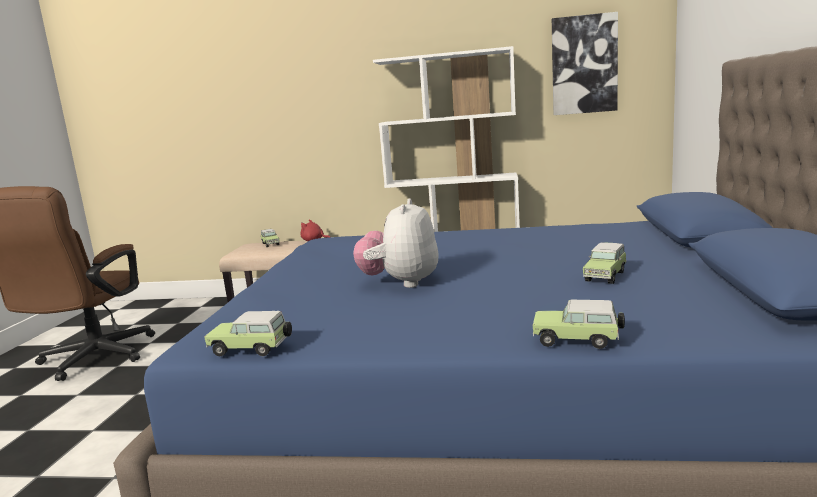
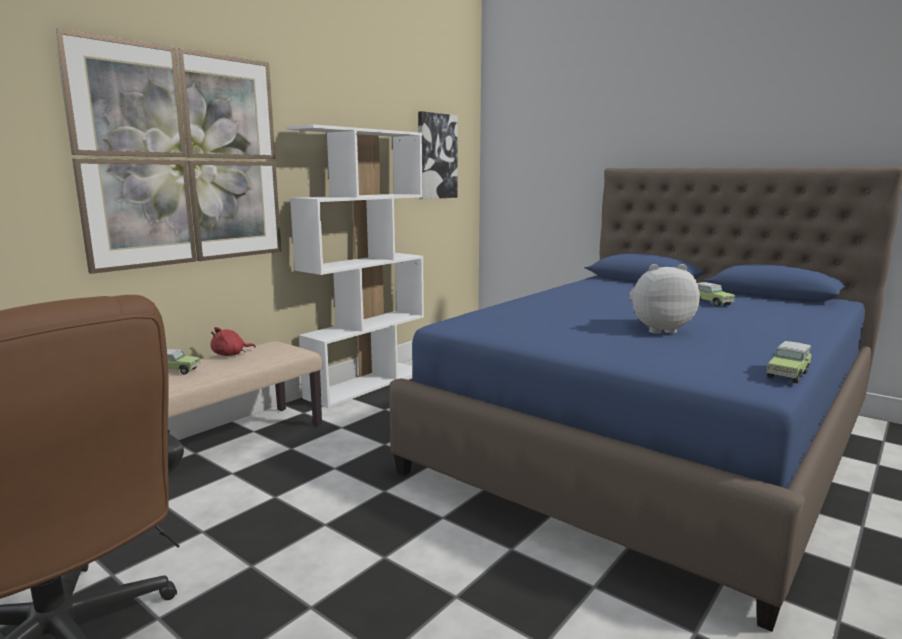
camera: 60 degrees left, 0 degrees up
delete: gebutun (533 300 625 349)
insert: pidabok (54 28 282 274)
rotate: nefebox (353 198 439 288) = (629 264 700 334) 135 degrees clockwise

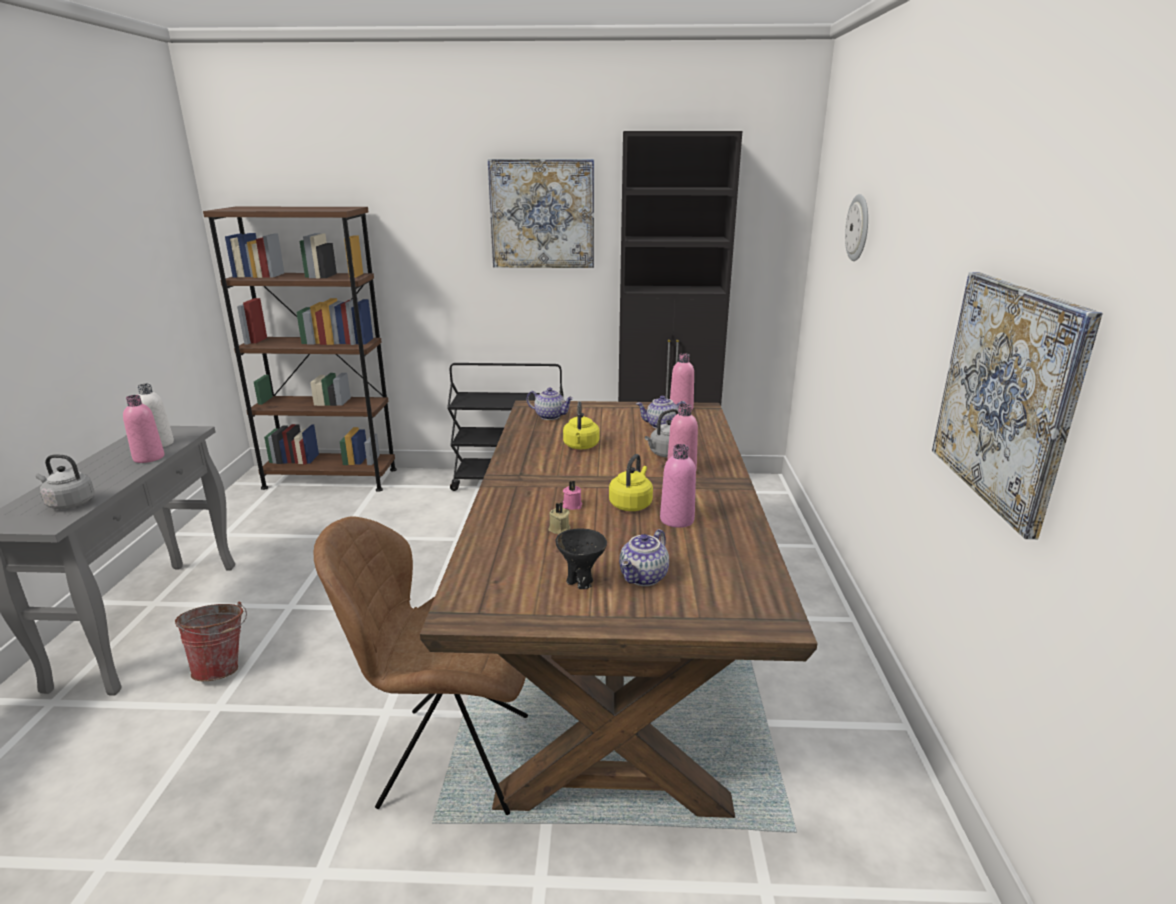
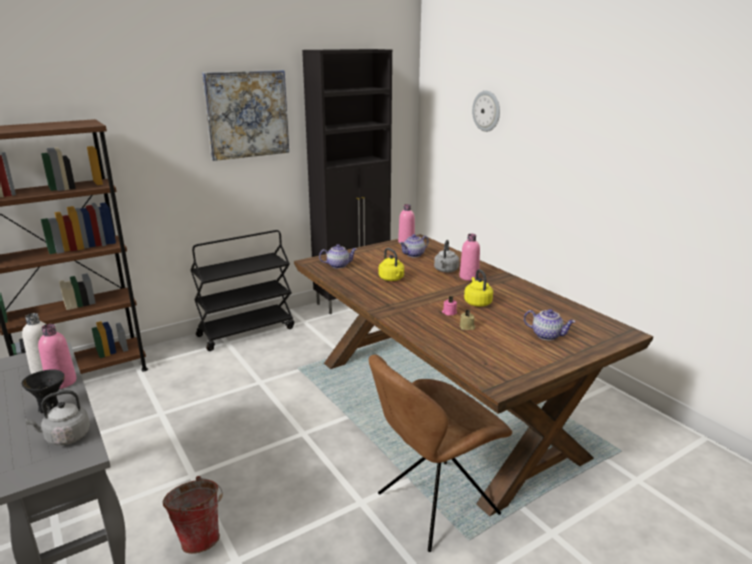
camera: 35 degrees left, 0 degrees up
delete: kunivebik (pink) (660 444 696 528); pidabok (932 272 1103 539)
move: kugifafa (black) (555 529 607 589) to (22 369 65 413)
rotate: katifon (619 529 669 586) = (524 309 575 340) 60 degrees counterclockwise

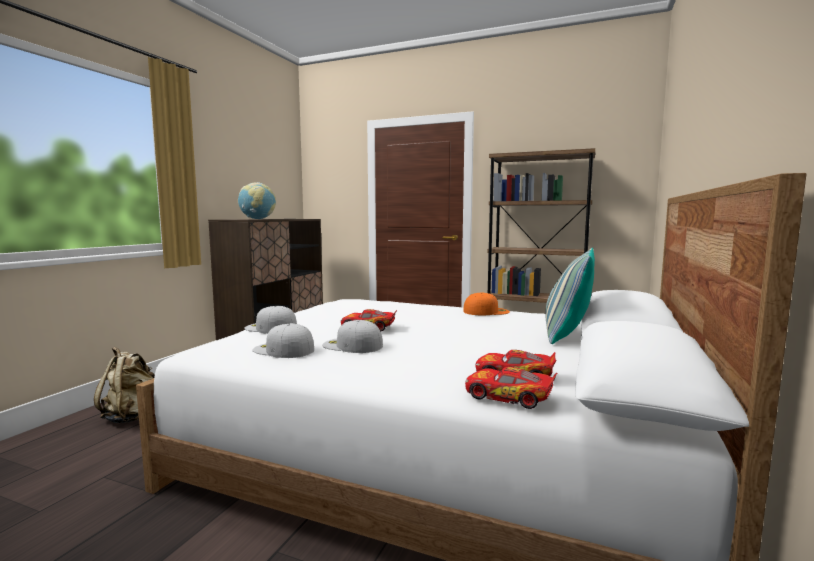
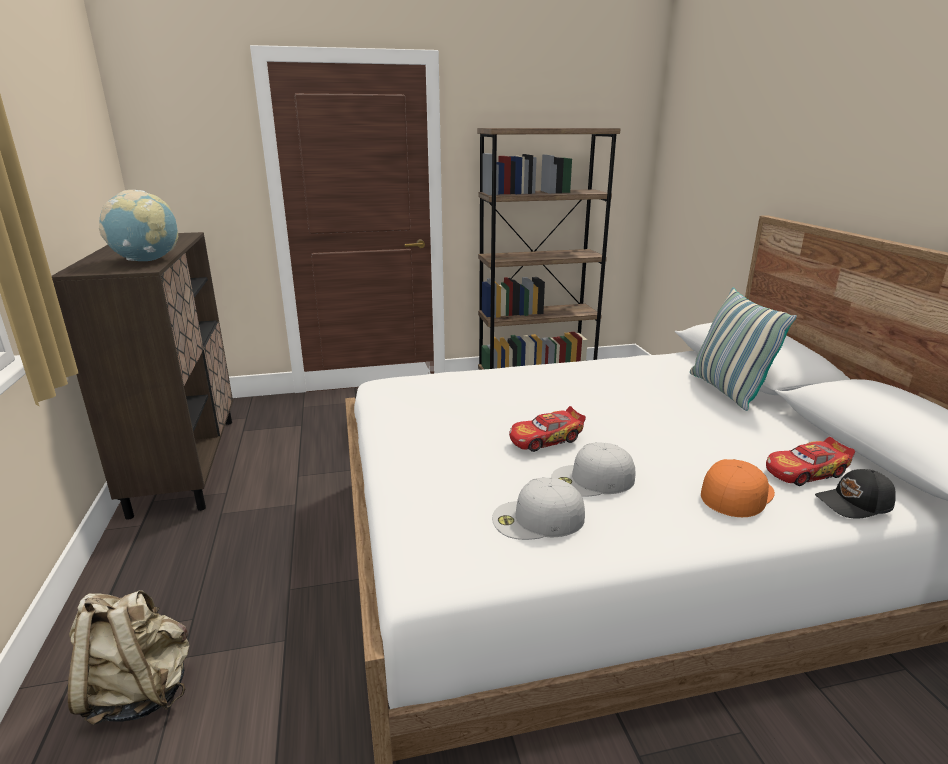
camera: 35 degrees left, 15 degrees up
delete: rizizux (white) (244 306 297 334)
move: rizizux (orange) (463 293 510 315) to (701 459 775 517)
replace: gebutun (465 367 557 409) to rizizux (black) (815 469 896 519)

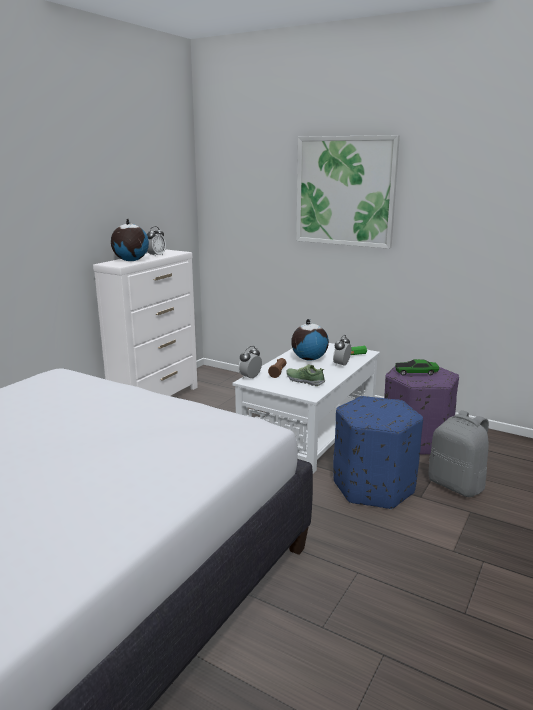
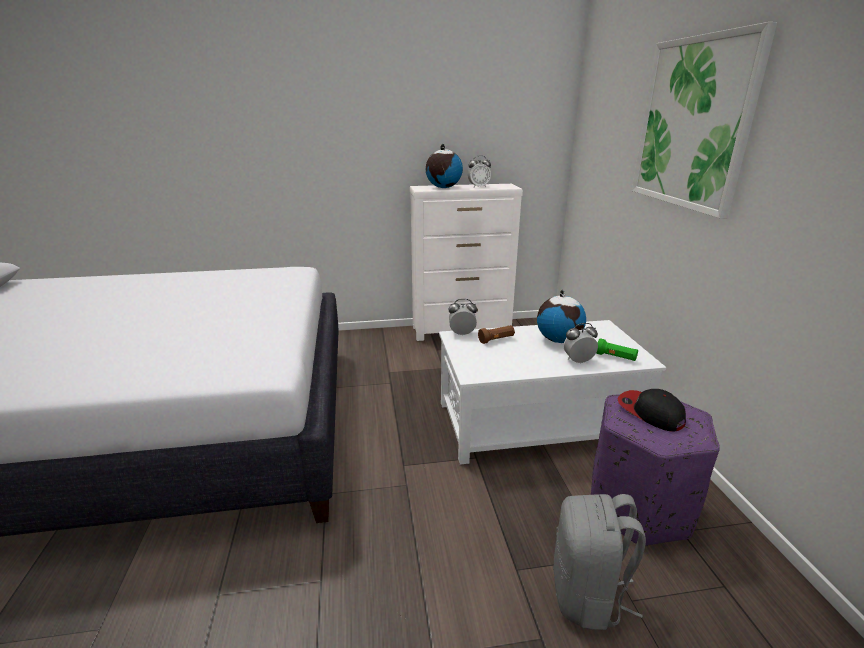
camera: 50 degrees right, 5 degrees up
delete: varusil (287 364 325 386); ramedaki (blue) (333 396 423 509)
replace: gebutun (395 359 439 376) to rizizux (618 389 686 431)

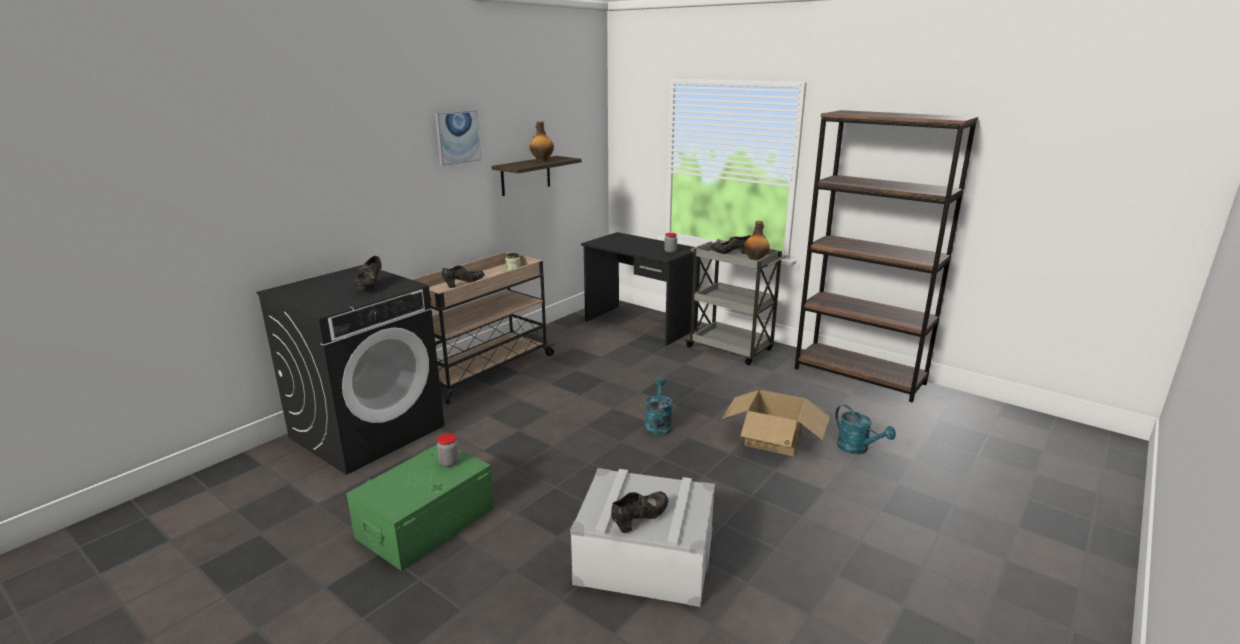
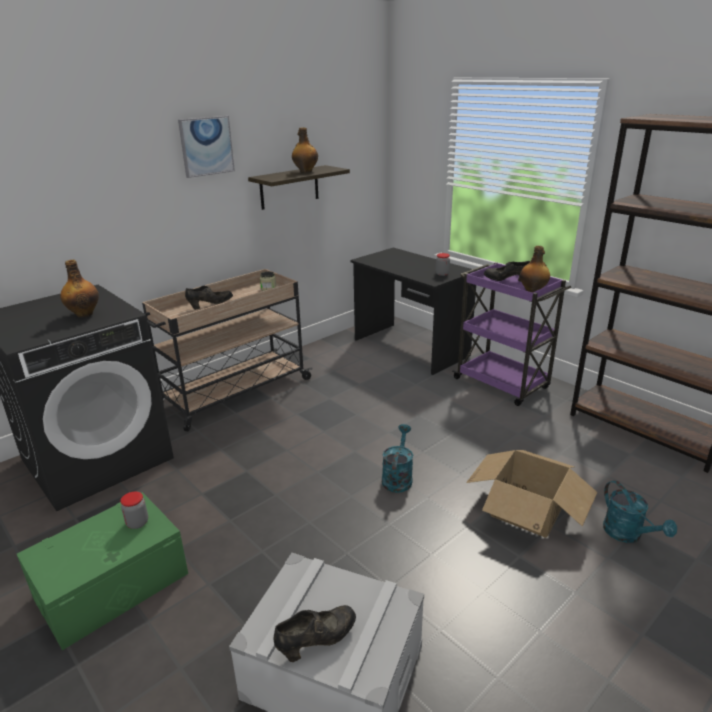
camera: 10 degrees right, 5 degrees up
replace: varusil (black) (353 256 382 290) to kunivebik (60 260 99 318)
recolor: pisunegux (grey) (685 239 787 365) to pisunegux (purple) (452 262 571 406)

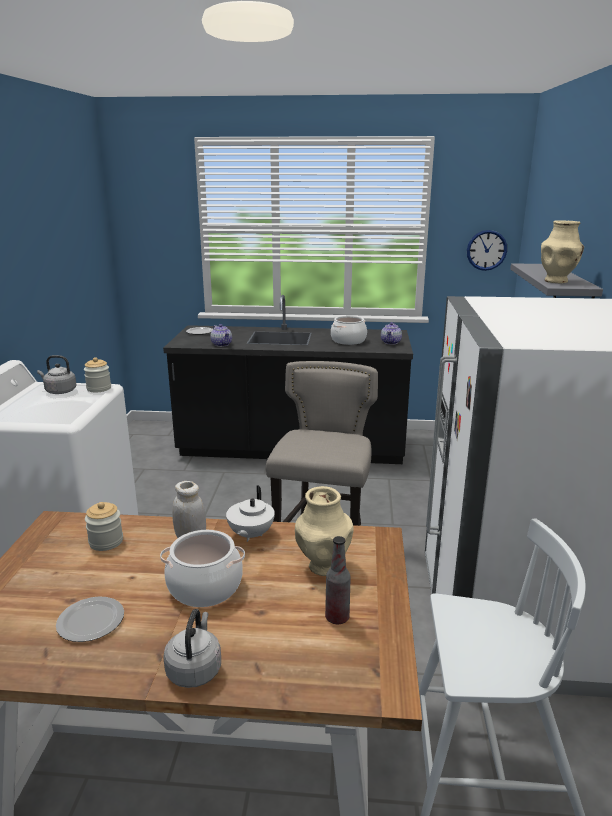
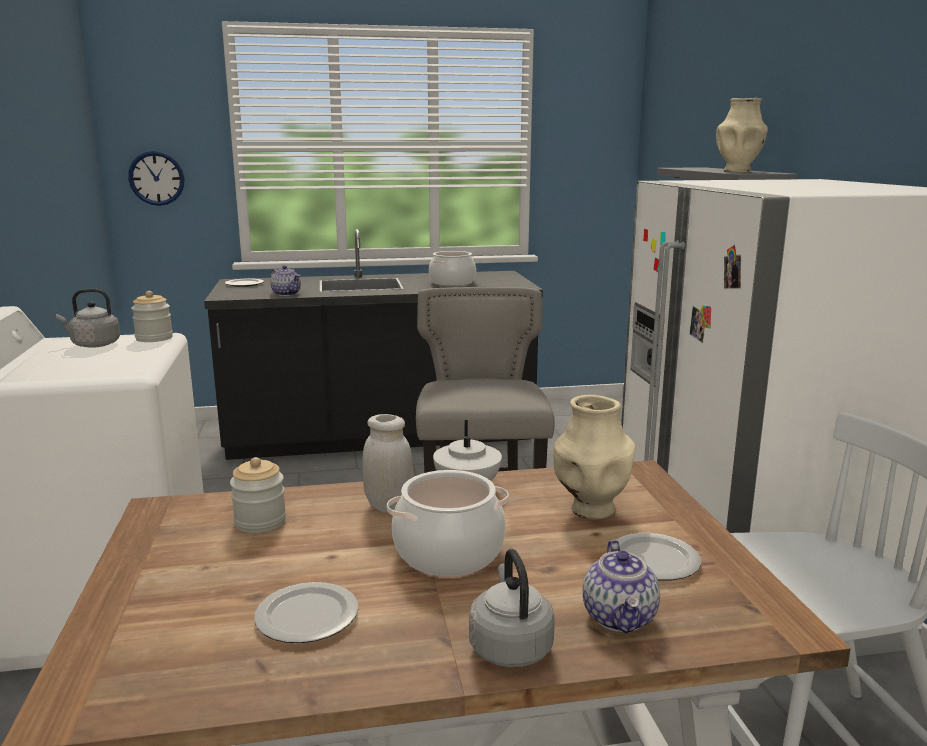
camera: 15 degrees left, 5 degrees down
move: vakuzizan (467 230 507 271) to (128 151 185 206); katifon (381 322 402 345) to (583 540 660 633)
replace: kunivebik (325 536 351 624) to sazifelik (616 533 701 581)

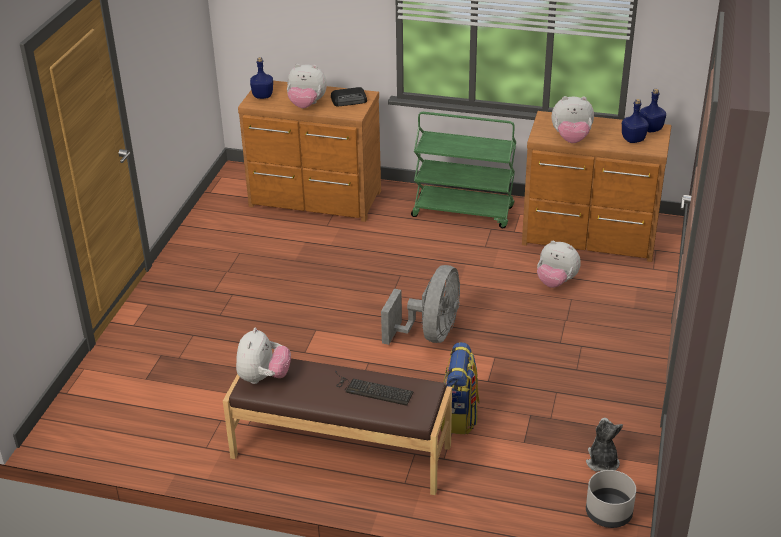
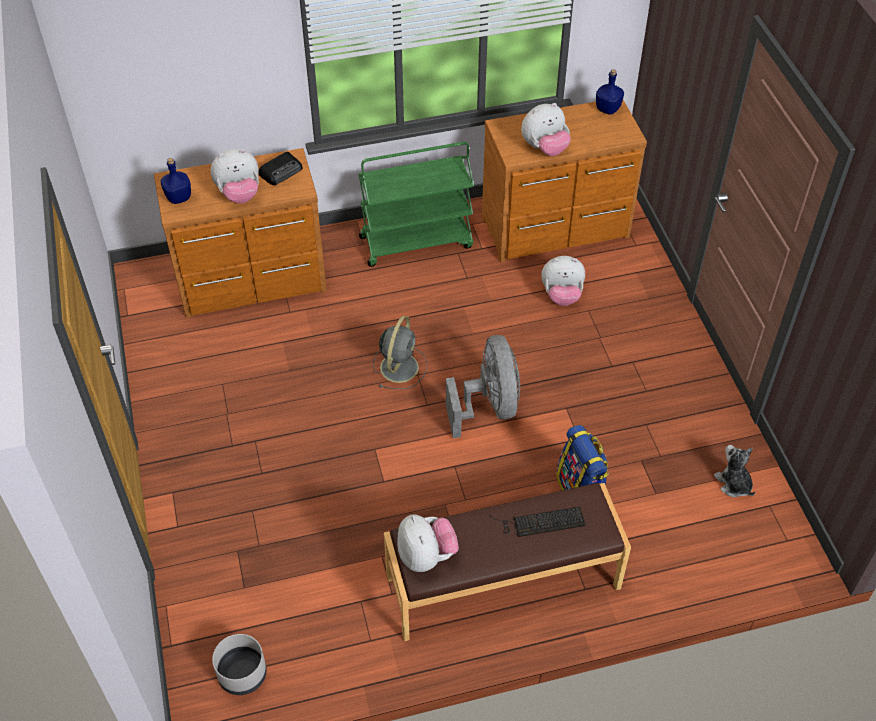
camera: 30 degrees left, 15 degrees up
delete: kunivebik (blue) (622 99 649 143)
insert: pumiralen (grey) (373 316 427 389)
move: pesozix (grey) (586 470 636 528) to (212 634 267 695)

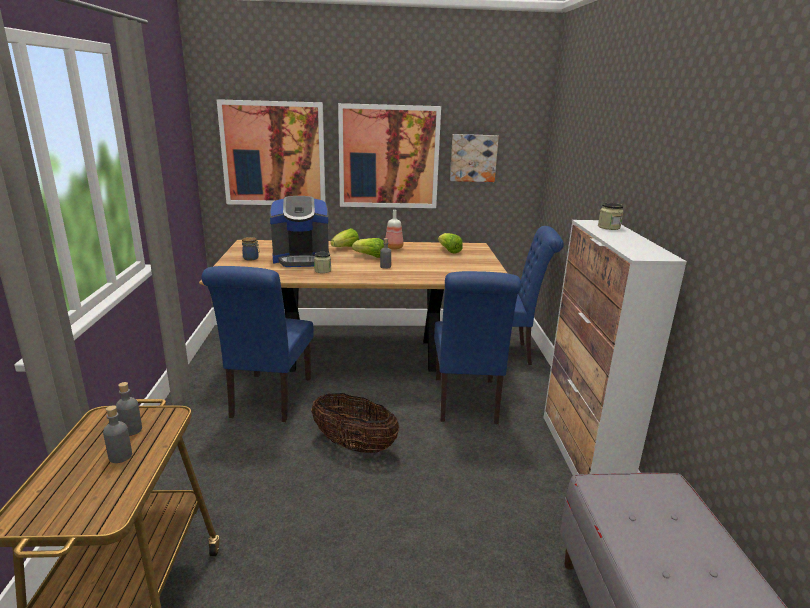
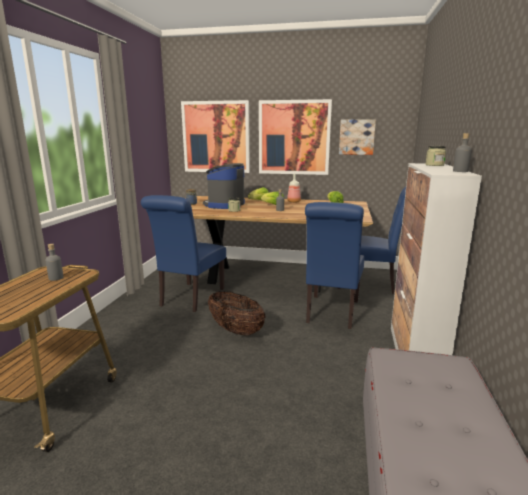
camera: 15 degrees right, 5 degrees down
move: kunivebik (grey) (103 406 132 463) to (453 133 472 172)
rotate: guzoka (270 196 329 267) = (203 163 245 209) 105 degrees clockwise

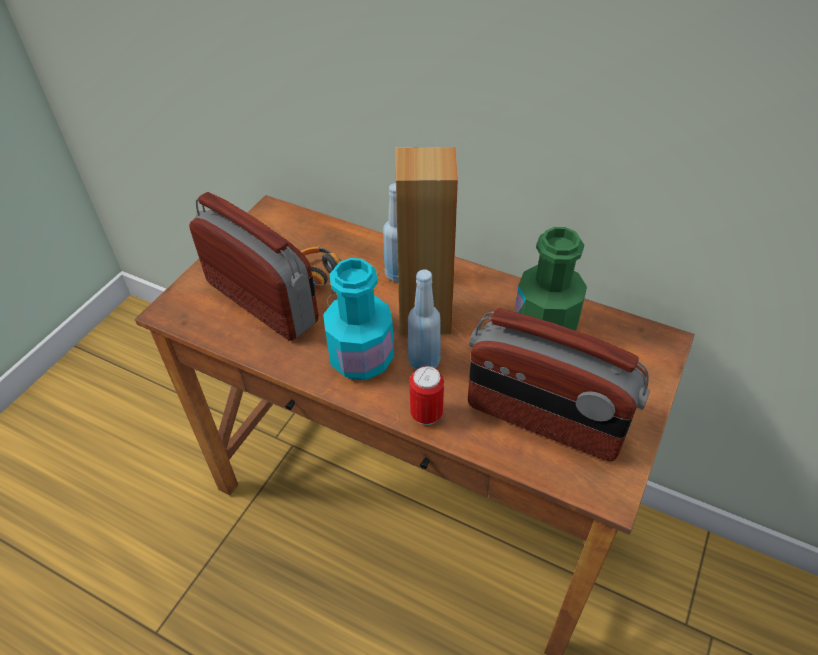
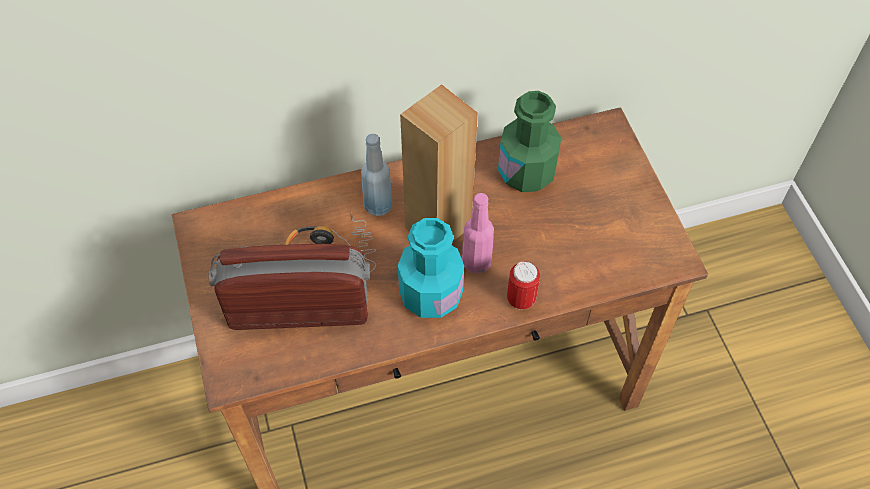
camera: 45 degrees left, 10 degrees up
delete: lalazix (468 308 650 461)
recolor: kunivebik (blue) (408 270 441 370) to kunivebik (pink) (462 193 494 273)

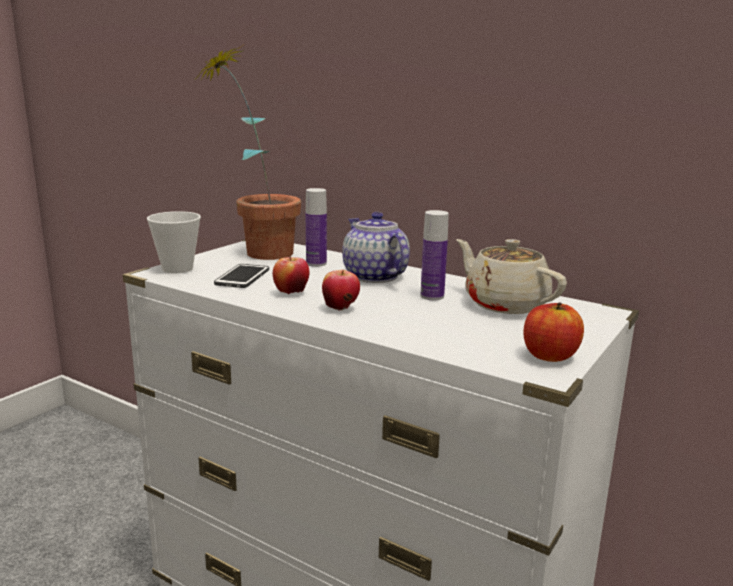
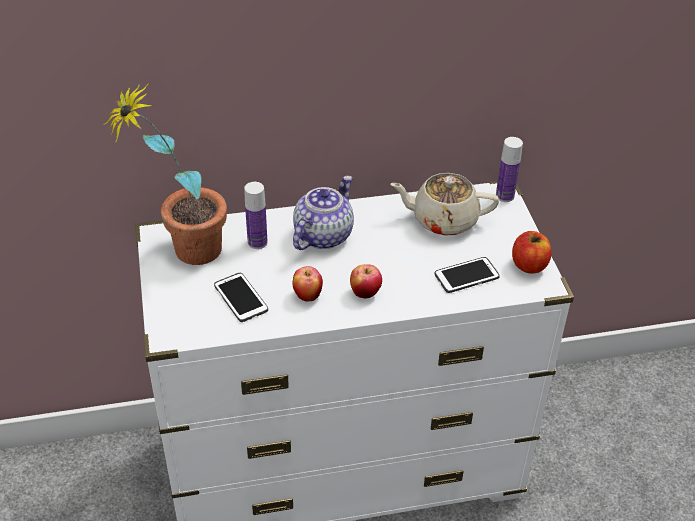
camera: 45 degrees left, 25 degrees up
delete: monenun (147 211 201 274)
insert: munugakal (435 257 500 293)
move: kunivebik (421 210 449 300) to (496 137 523 202)
rotate: katifon (342 212 410 283) = (293 176 354 250) 105 degrees clockwise

